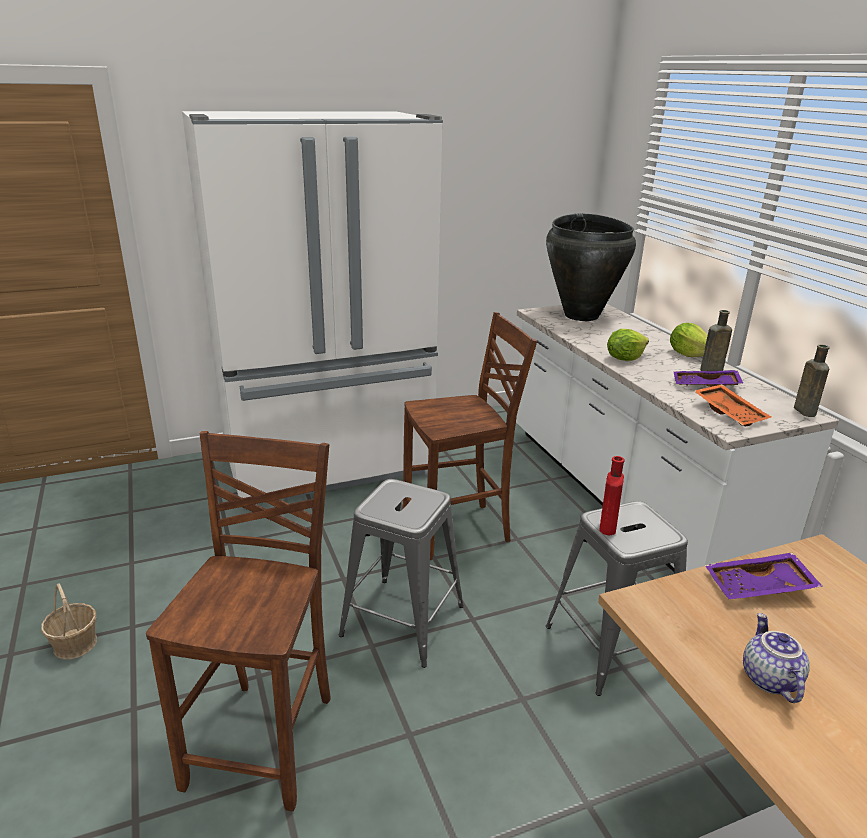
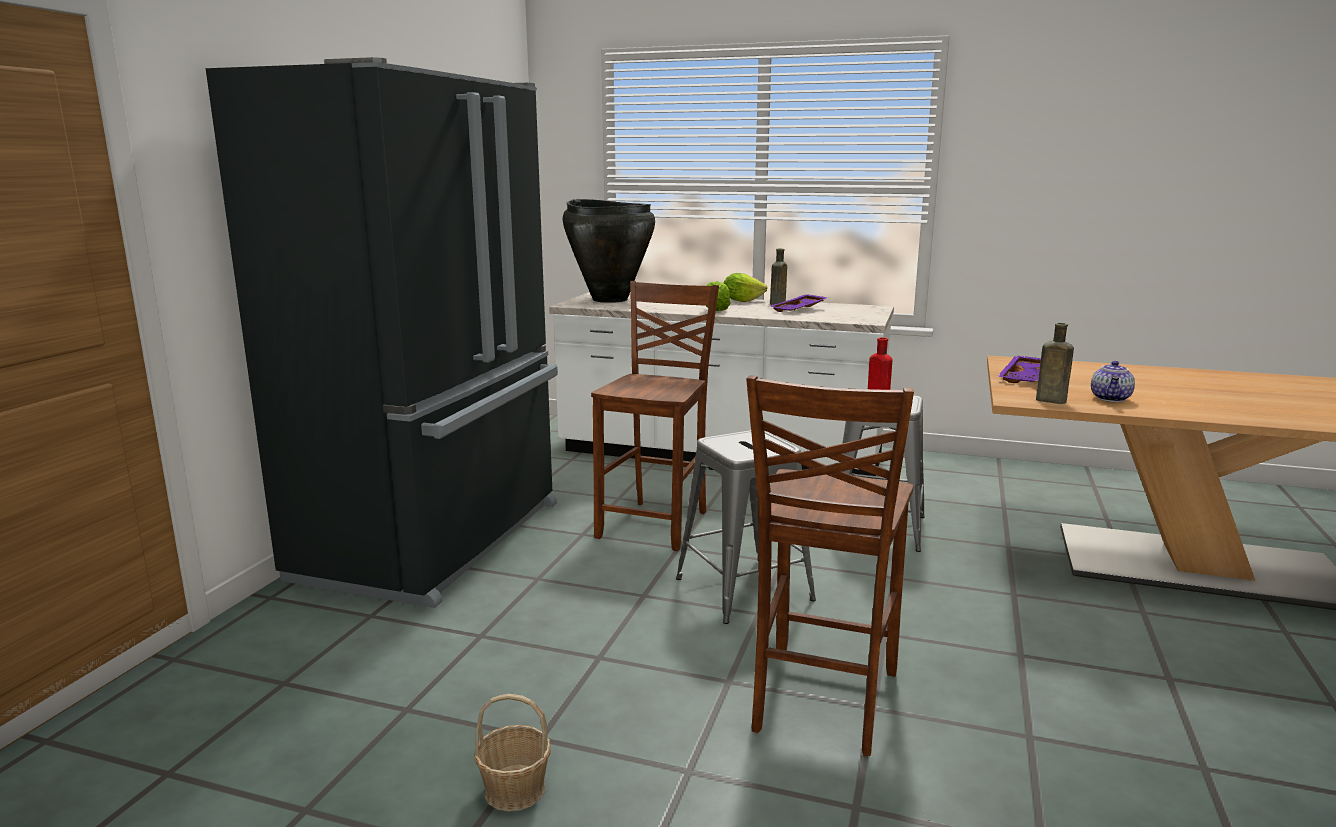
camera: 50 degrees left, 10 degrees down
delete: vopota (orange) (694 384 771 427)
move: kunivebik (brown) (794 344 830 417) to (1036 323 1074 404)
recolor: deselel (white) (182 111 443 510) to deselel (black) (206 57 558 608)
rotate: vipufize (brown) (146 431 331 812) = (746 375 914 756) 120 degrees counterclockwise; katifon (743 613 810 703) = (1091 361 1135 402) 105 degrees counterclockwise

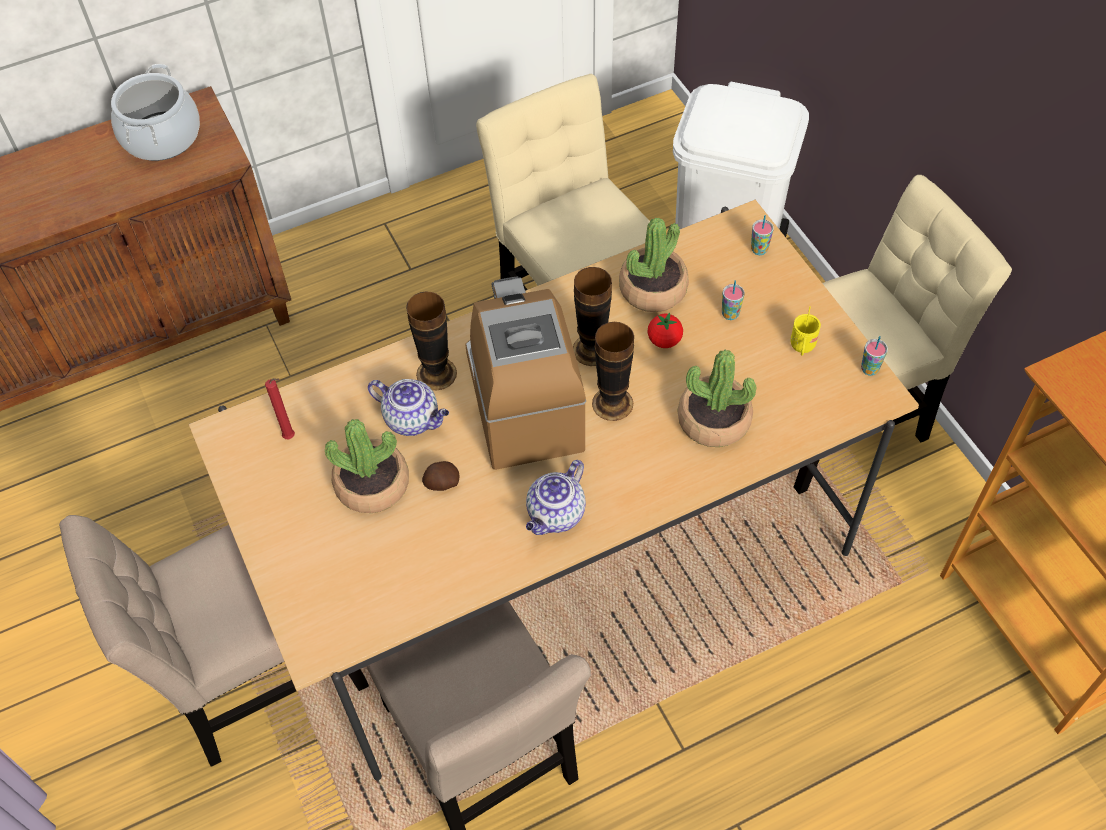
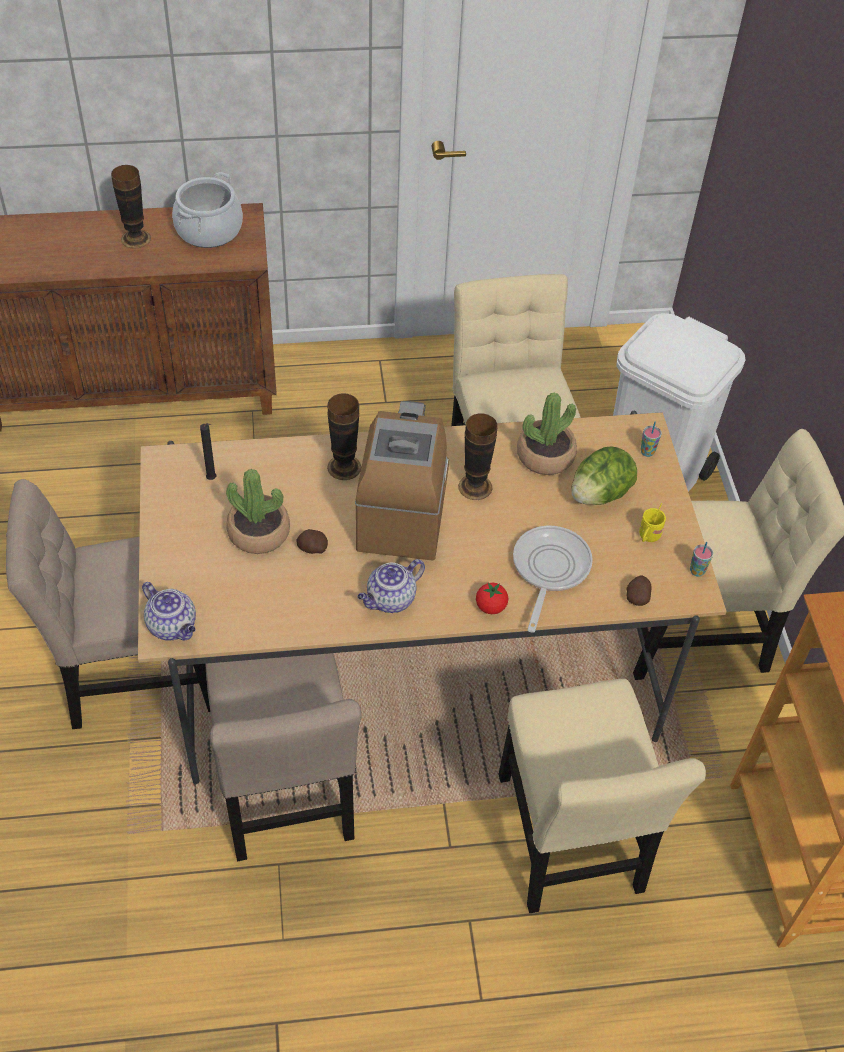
camera: 15 degrees right, 5 degrees down
insert: vipufize (beige) (498 679 706 913); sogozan (627 576 652 606)
move: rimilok (592 322 634 421) to (111 165 151 249); katifon (368 379 449 436) to (142 582 196 641); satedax (648 313 683 348) to (476 583 508 614)
replace: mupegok (678 350 756 447) to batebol (513 526 593 633); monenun (722 280 745 320) to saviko (571 446 637 505)
recolor: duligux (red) (265 378 295 439) to duligux (black) (200 423 216 480)

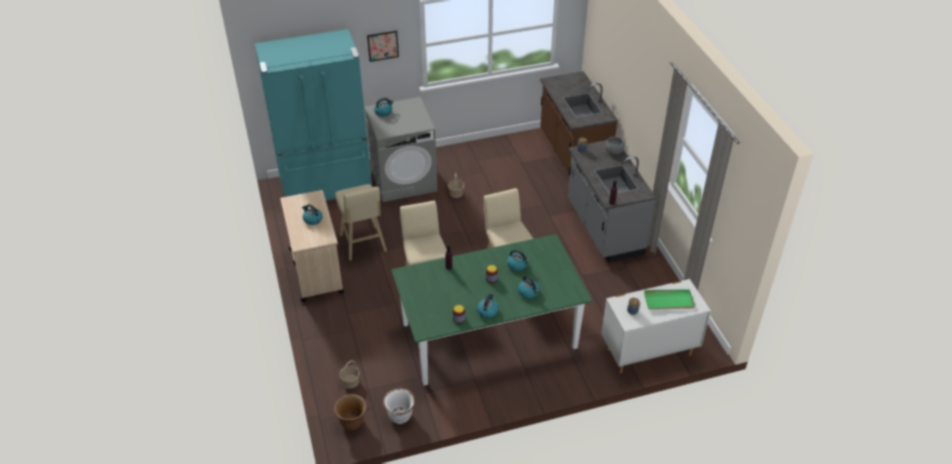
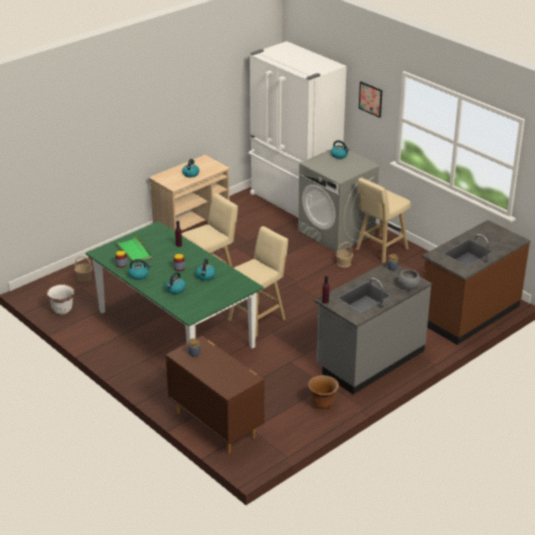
camera: 65 degrees right, 10 degrees down
move: vopota (green) (644 290 695 310) to (115 235 152 263); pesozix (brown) (334 394 367 430) to (308 375 339 409); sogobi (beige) (335 184 387 261) to (356 178 411 263)
recolor: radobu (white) (601 279 711 373) to radobu (brown) (166 336 264 454); deselel (turquoise) (255 29 372 201) to deselel (white) (248 41 347 217)

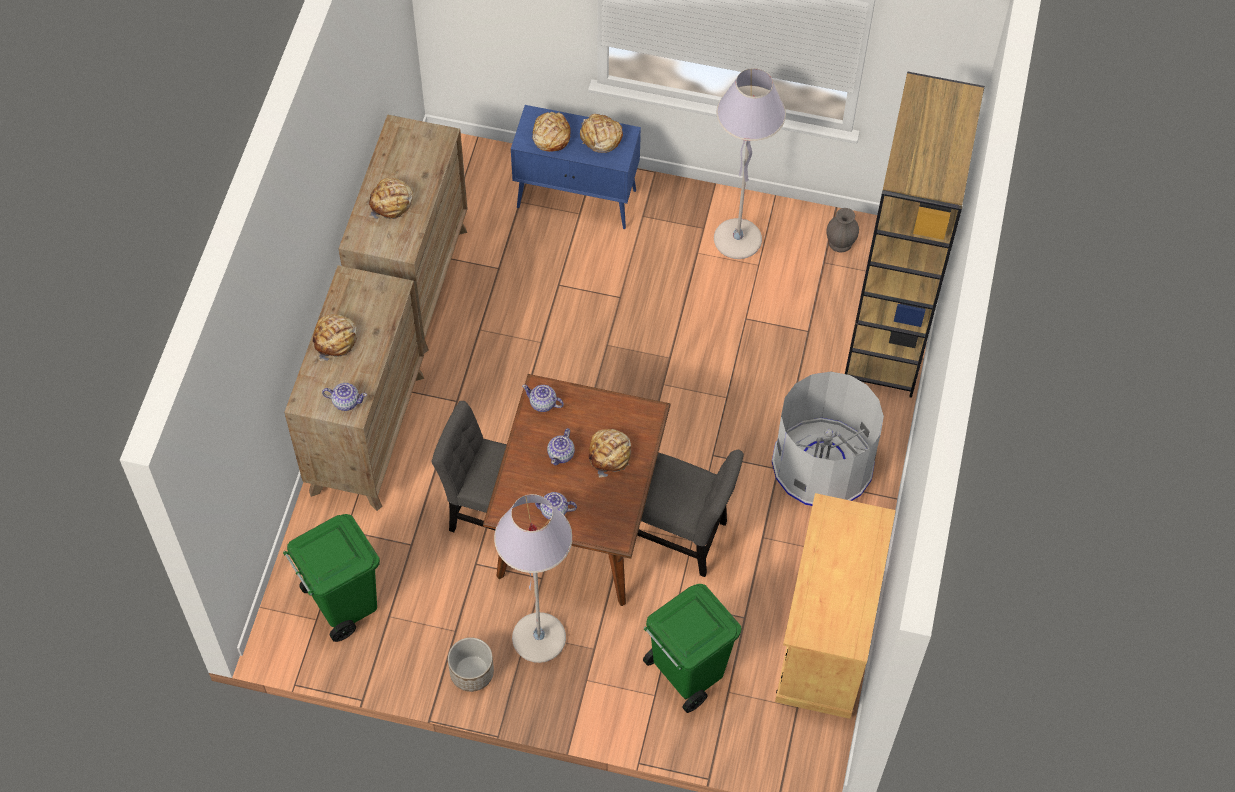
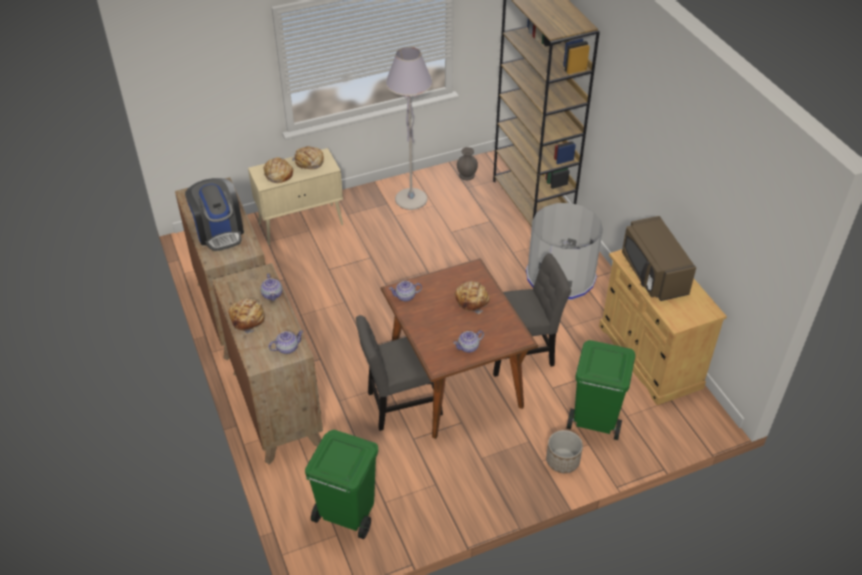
camera: 35 degrees left, 15 degrees down
delete: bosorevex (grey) (494 494 573 663)
insert: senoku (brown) (622 216 696 301)
move: katifon (547 428 575 465) to (260 273 282 301); pesozix (448 637 494 692) to (546 430 583 473)
replace: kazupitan (369 178 413 219) to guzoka (185 178 244 251)
recolor: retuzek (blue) (511 105 641 229) to retuzek (beige) (248 148 343 245)

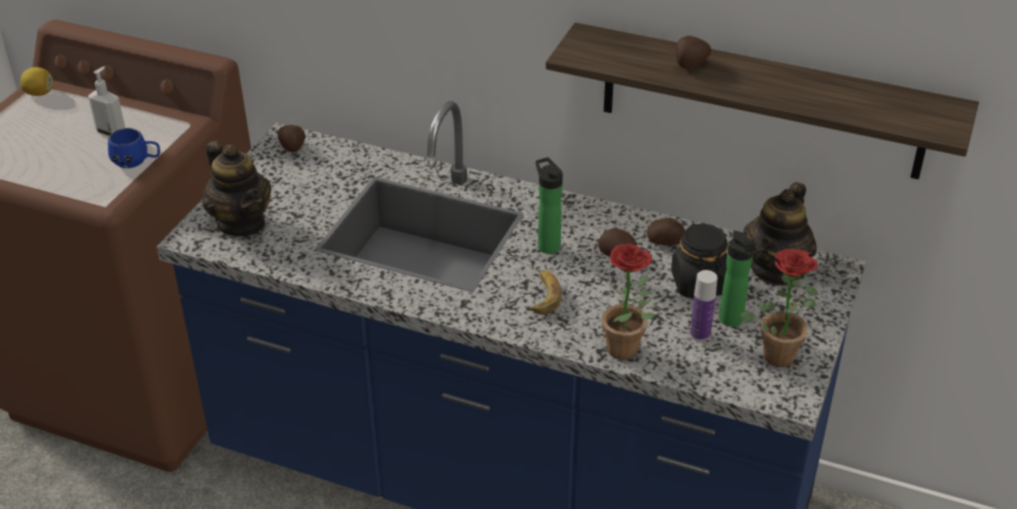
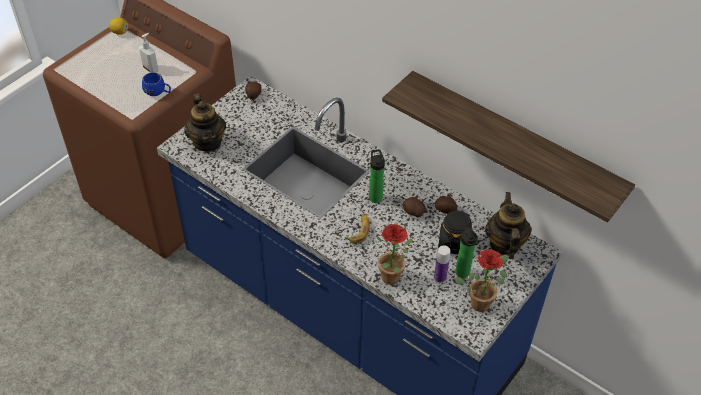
camera: 15 degrees right, 10 degrees up
delete: sogozan (676 36 711 69)
rotate: katifon (743 182 817 286) = (485 192 532 259) 135 degrees clockwise

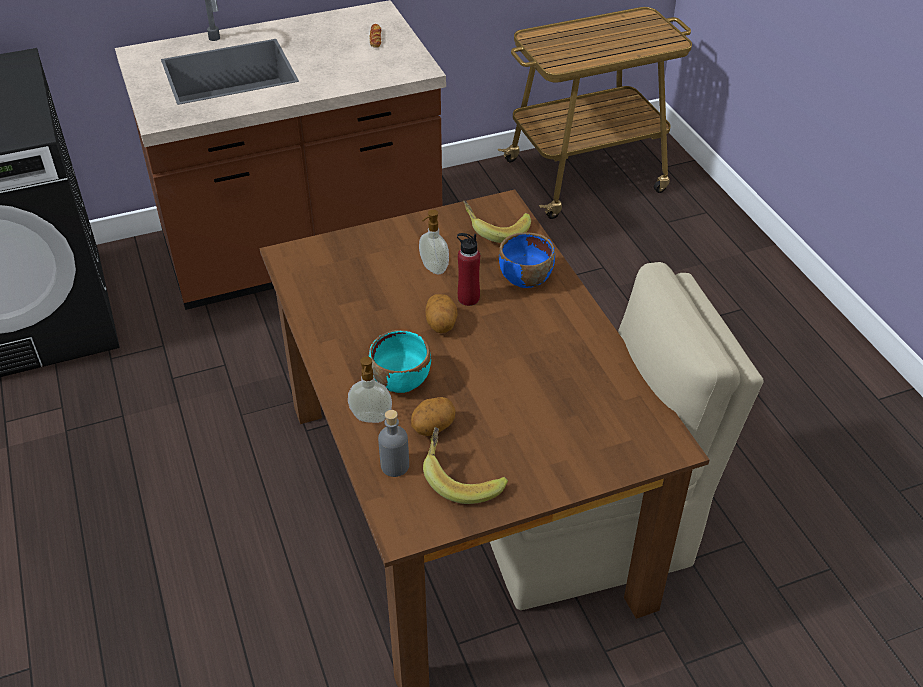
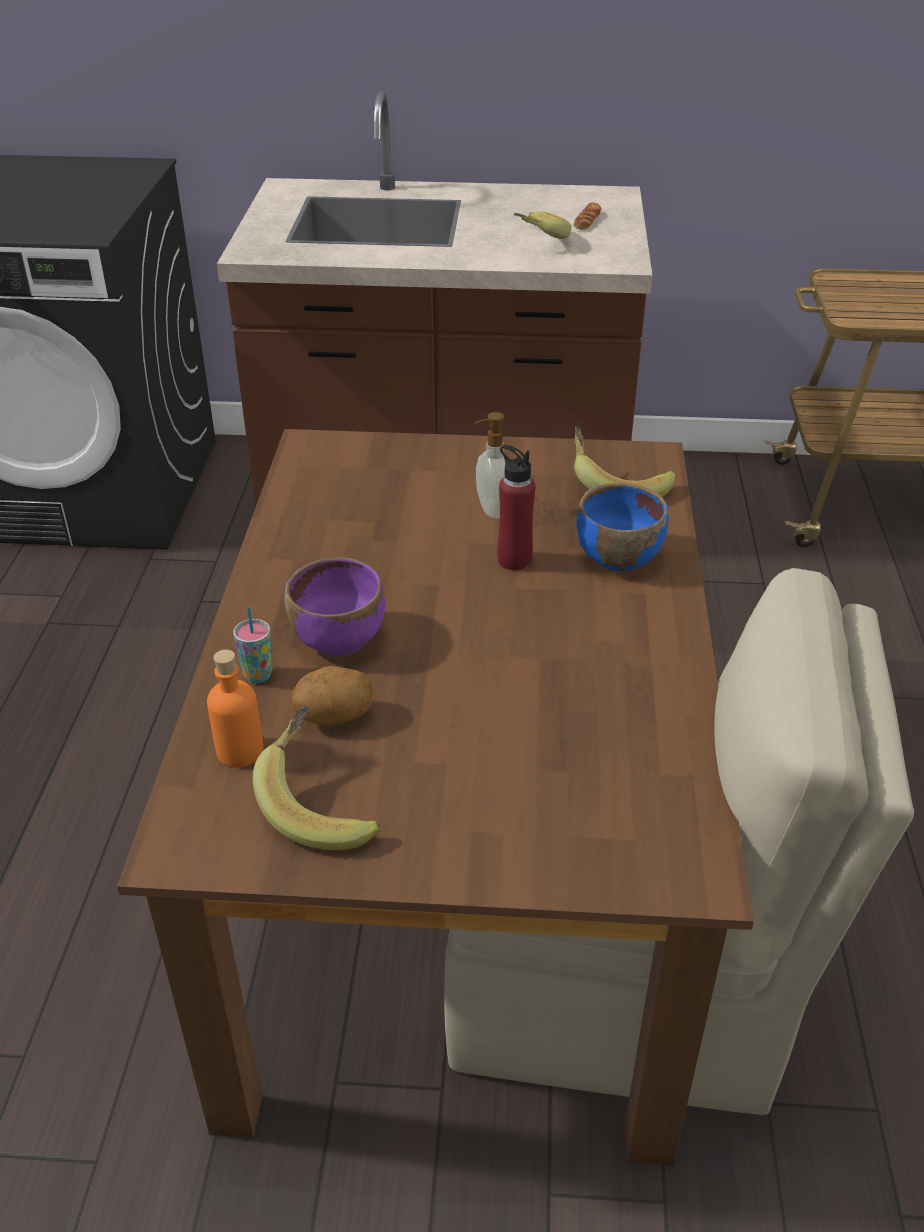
camera: 25 degrees right, 5 degrees down
delete: sogozan (425 294 458 333)
insert: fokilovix (514 212 571 239)
replace: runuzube (348 357 392 423) to monenun (233 606 272 683)
recolor: kunivebik (grey) (378 410 409 477) to kunivebik (orange) (207 649 263 767); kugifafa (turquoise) (368 330 431 393) to kugifafa (purple) (284 557 385 656)

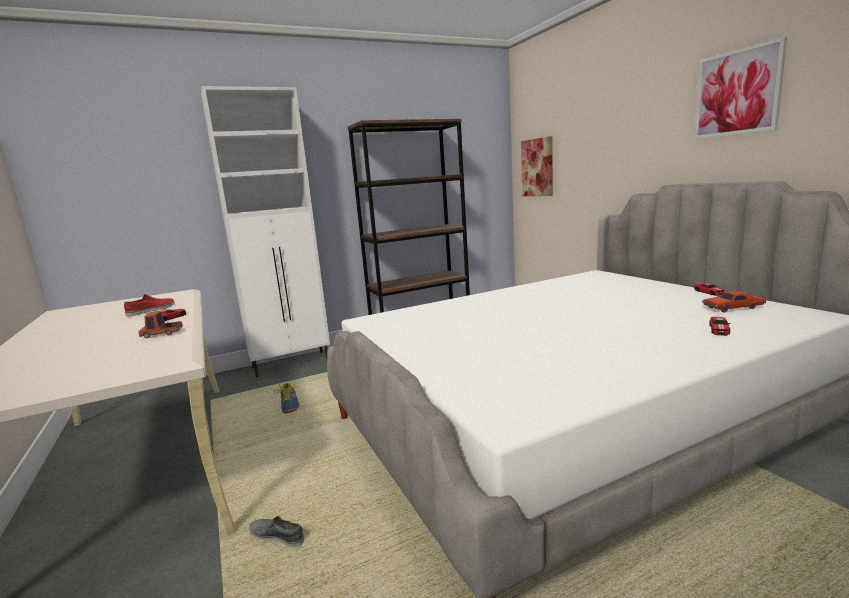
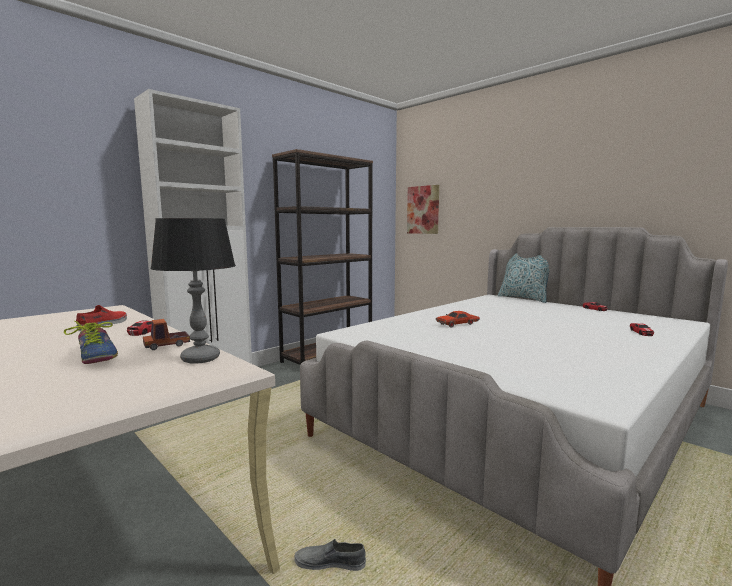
camera: 20 degrees left, 5 degrees down
delete: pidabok (694 37 787 139)
insert: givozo (150 218 236 364); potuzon (498 253 550 303)
move: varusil (273 383 299 413) to (64 321 118 364); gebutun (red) (702 291 766 313) to (436 311 480 327)

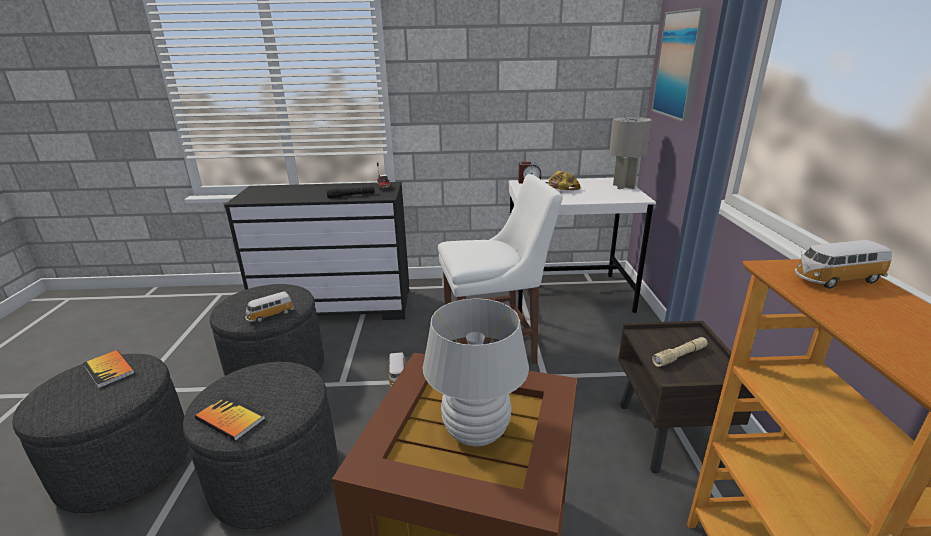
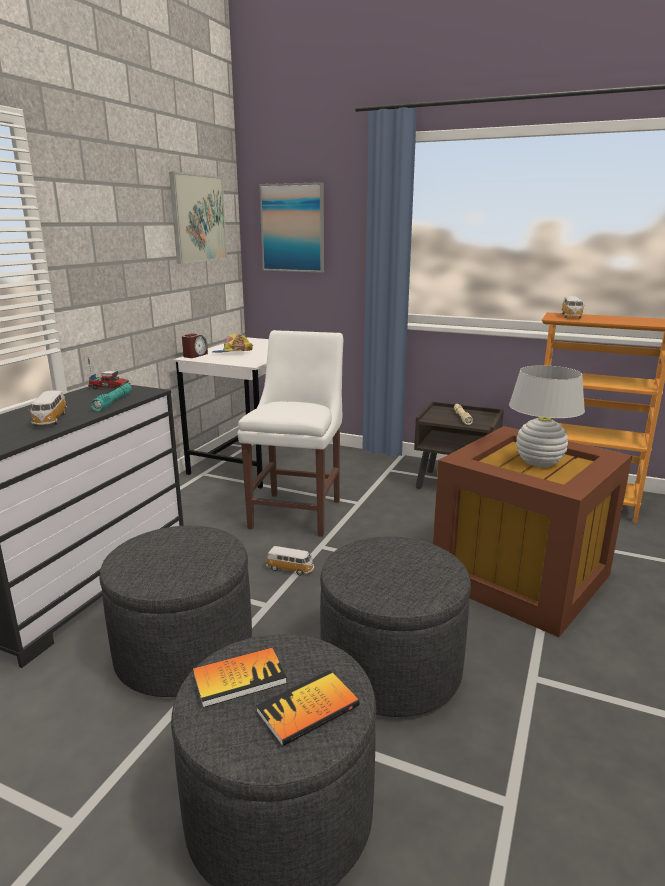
camera: 65 degrees left, 5 degrees down
delete: givozo (grey) (609 116 652 190)
insert: pidabok (169 172 227 264)
move: gebutun (245 291 294 323) to (28 391 67 426); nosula (195 395 266 441) to (256 670 360 747)
recolor: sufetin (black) (326 186 375 199) to sufetin (turquoise) (91 384 132 411)

